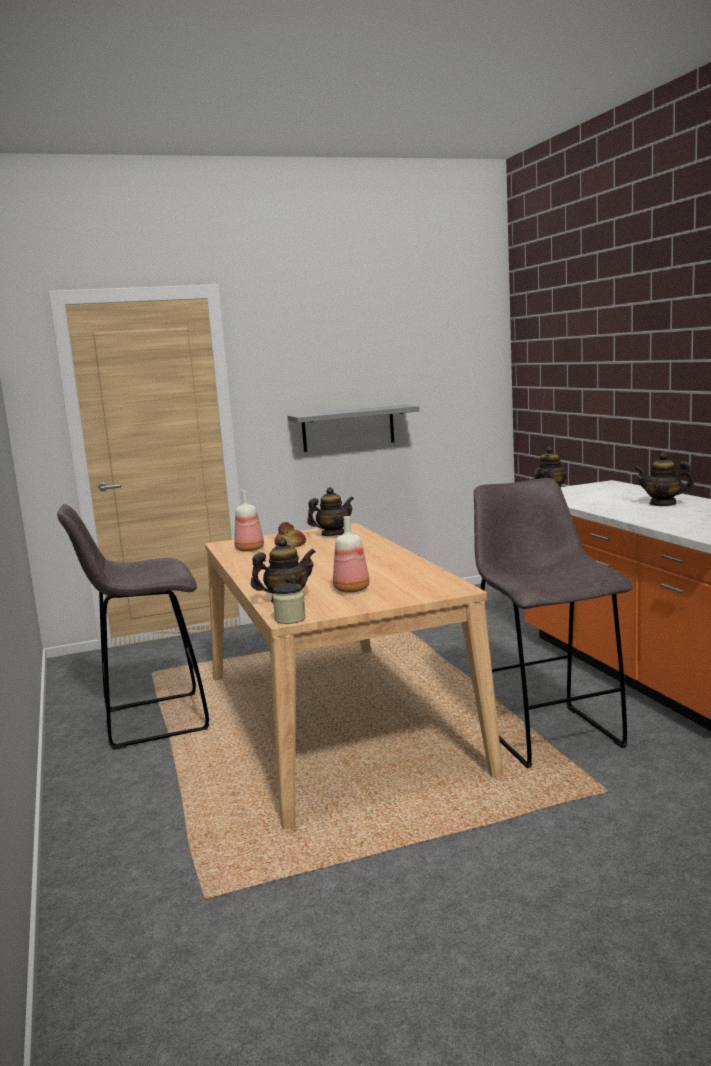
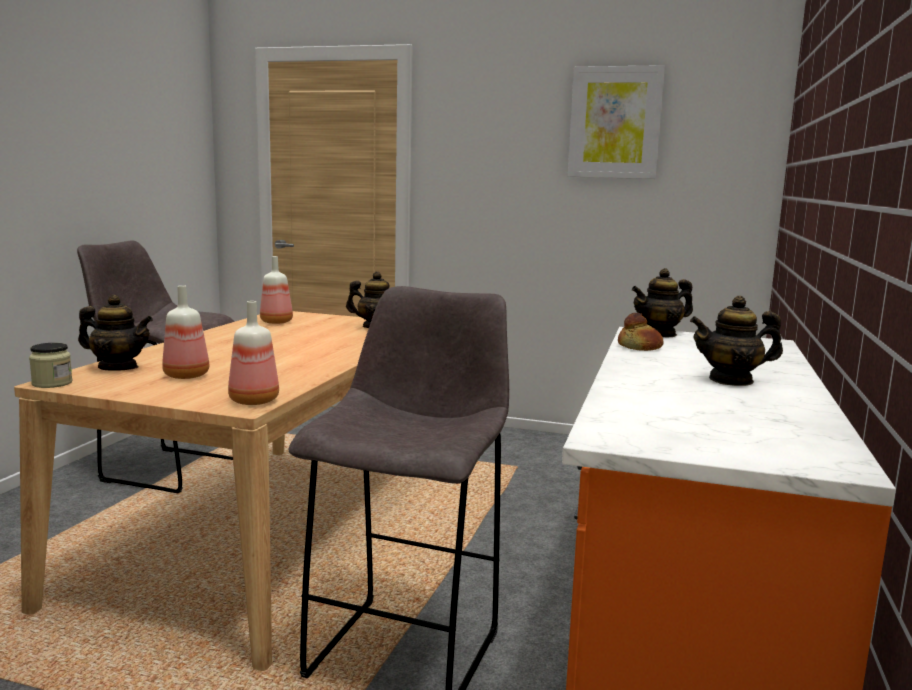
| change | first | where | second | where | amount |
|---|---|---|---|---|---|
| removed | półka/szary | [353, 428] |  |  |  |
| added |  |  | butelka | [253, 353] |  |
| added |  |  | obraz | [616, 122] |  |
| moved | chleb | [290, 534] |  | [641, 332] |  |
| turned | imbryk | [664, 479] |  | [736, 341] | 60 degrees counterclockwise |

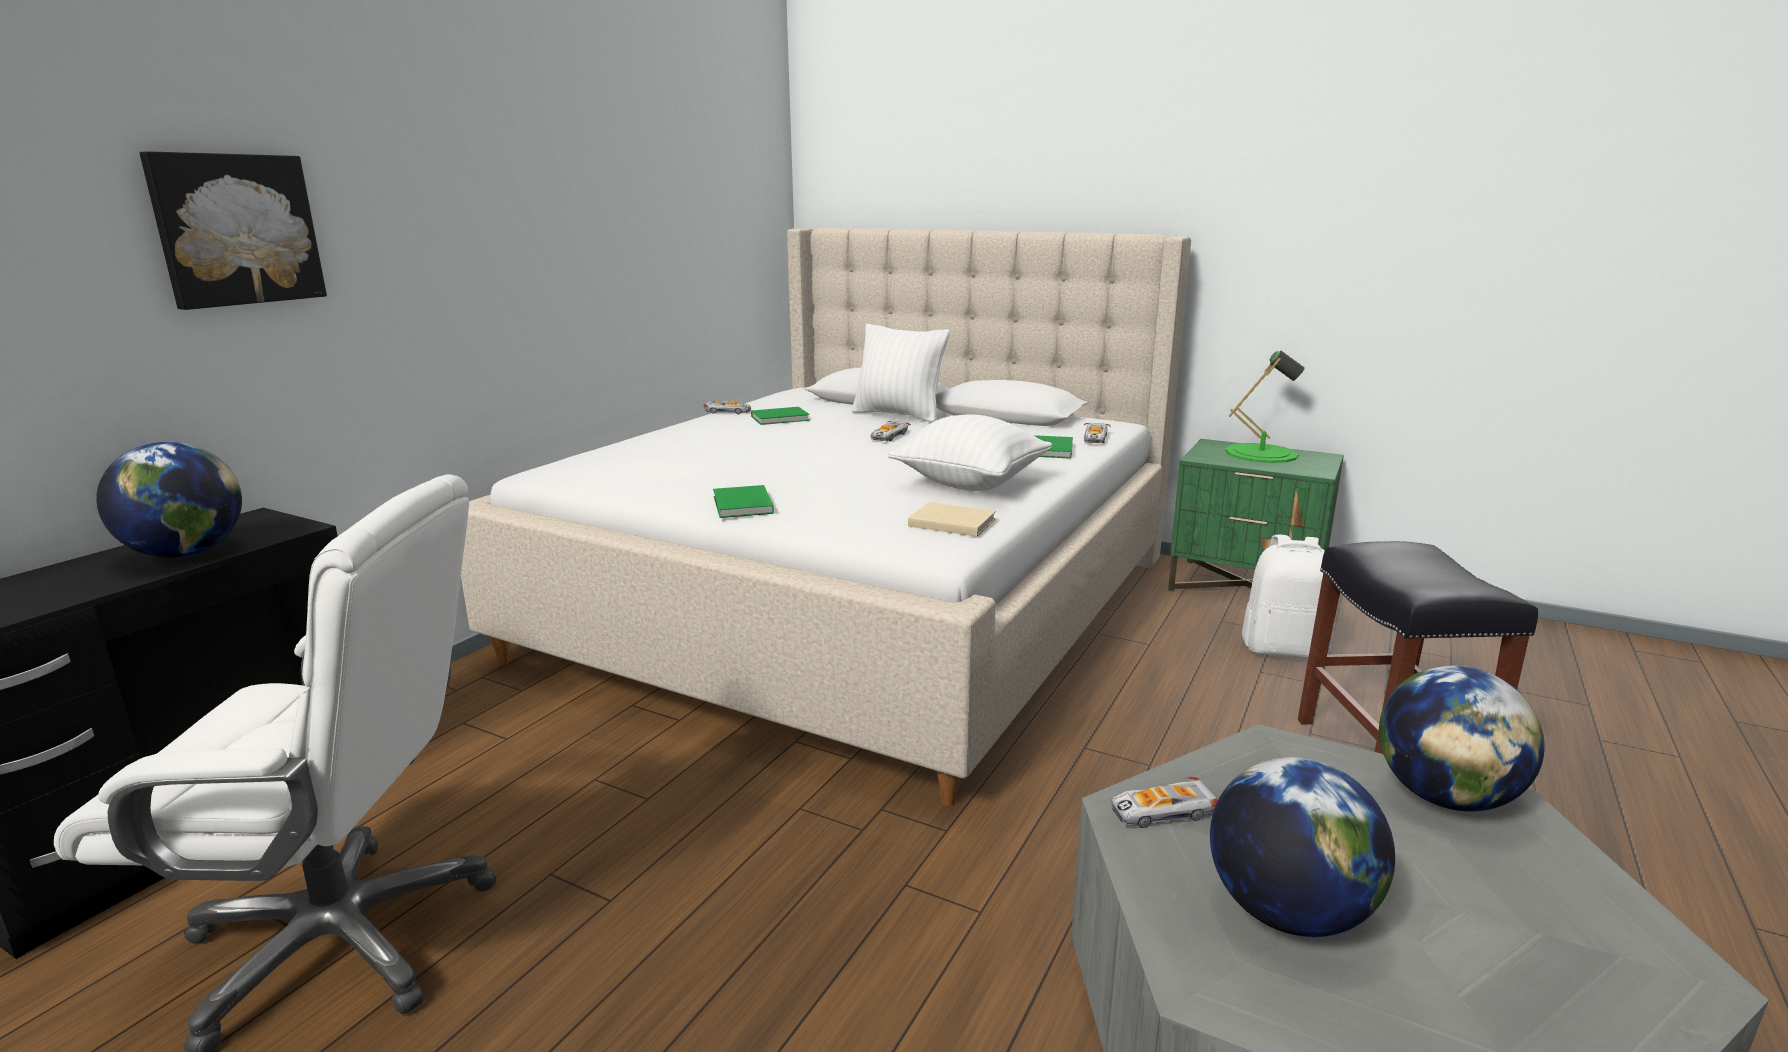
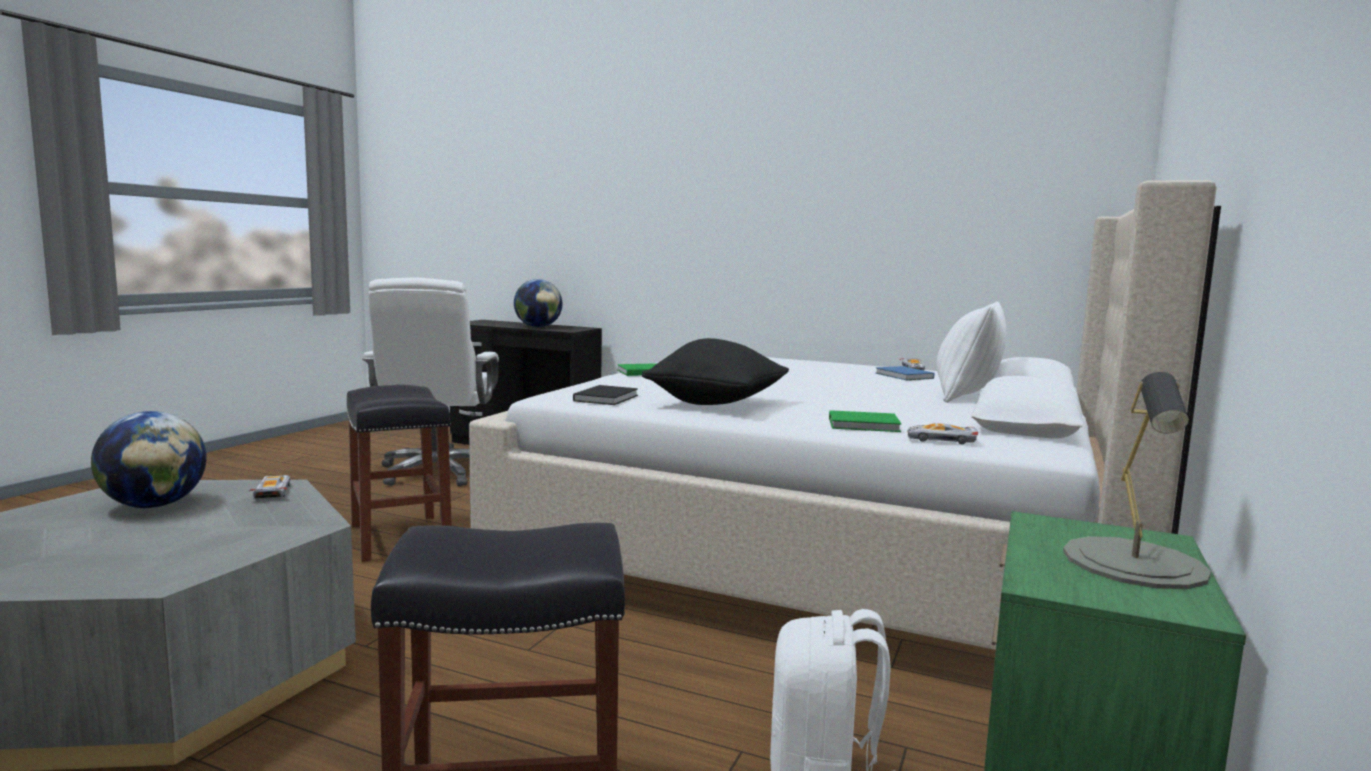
| change | first | where | second | where | amount |
|---|---|---|---|---|---|
| removed | obraz | [233, 230] |  |  |  |
| removed | samochodzik | [891, 431] |  |  |  |
| removed | globus | [1462, 738] |  |  |  |
| added |  |  | stołek/czarny | [399, 473] |  |
| recoloured | książka/zielony | [780, 416] | książka/niebieski | [904, 373] |  |
| recoloured | poduszka/biały | [970, 453] | poduszka/czarny | [715, 371] |  |
| recoloured | książka/beżowy | [952, 519] | książka/czarny | [605, 395] |  |
| recoloured | lampa stołowa/zielony | [1265, 407] | lampa stołowa/szary | [1137, 480] |  |

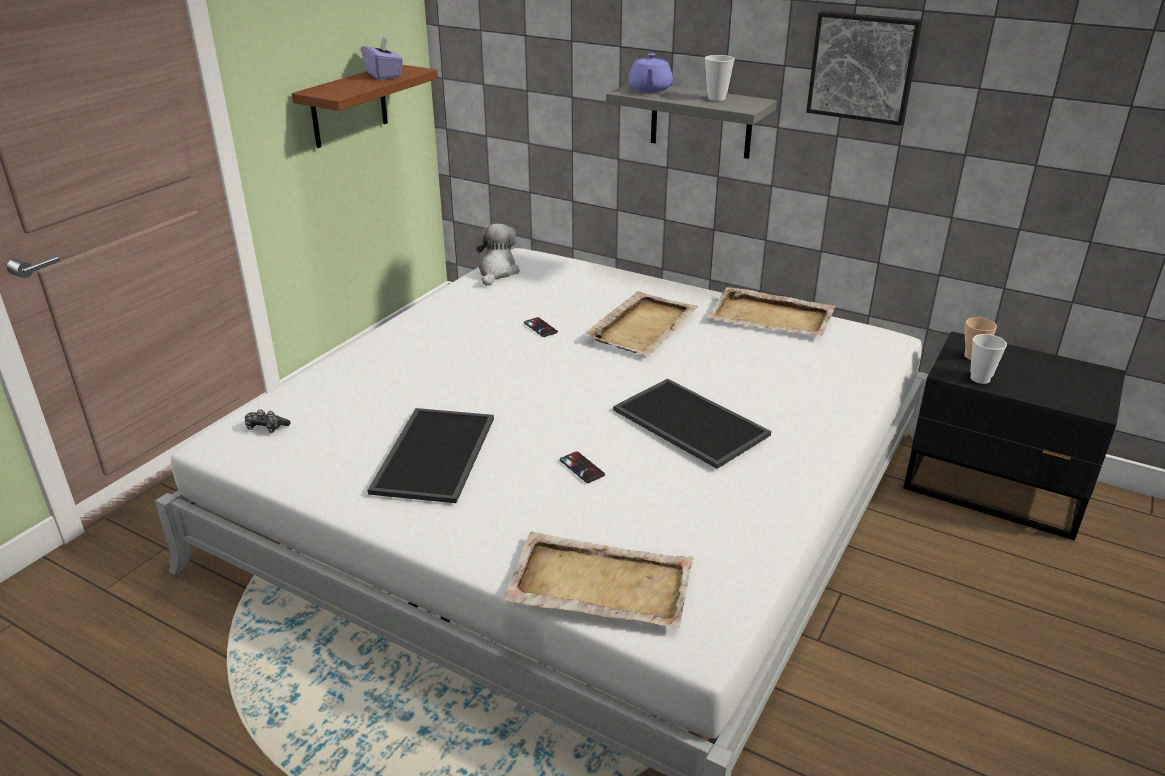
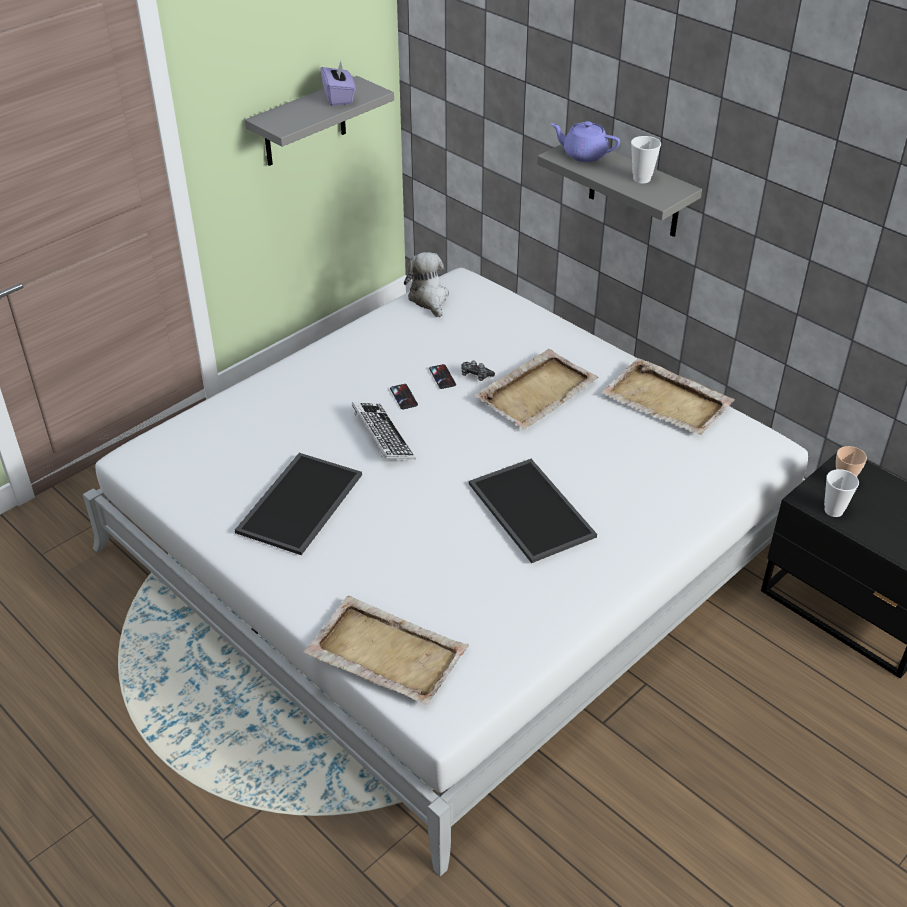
| change | first | where | second | where | amount |
|---|---|---|---|---|---|
| removed | obraz | [864, 68] |  |  |  |
| added |  |  | klawiatura | [383, 430] |  |
| moved | pad do gier | [268, 421] |  | [478, 371] |  |
| moved | telefon | [582, 467] |  | [404, 396] |  |
| recoloured | półka/brązowy | [365, 106] | półka/szary | [319, 121] |  |
| turned | pluszak | [498, 255] |  | [426, 285] | 45 degrees counterclockwise |
| turned | imbryk/fioletowy | [650, 73] |  | [585, 141] | 90 degrees clockwise |

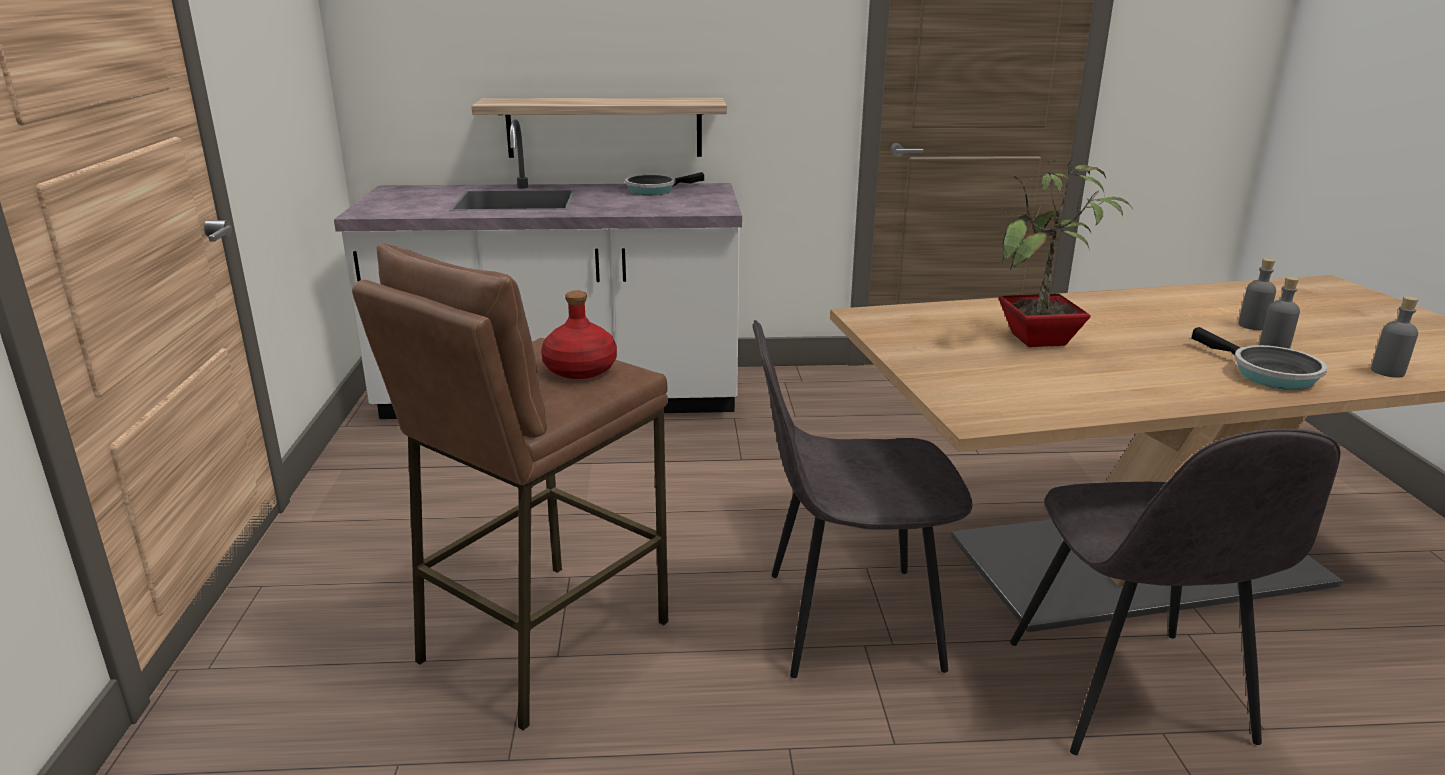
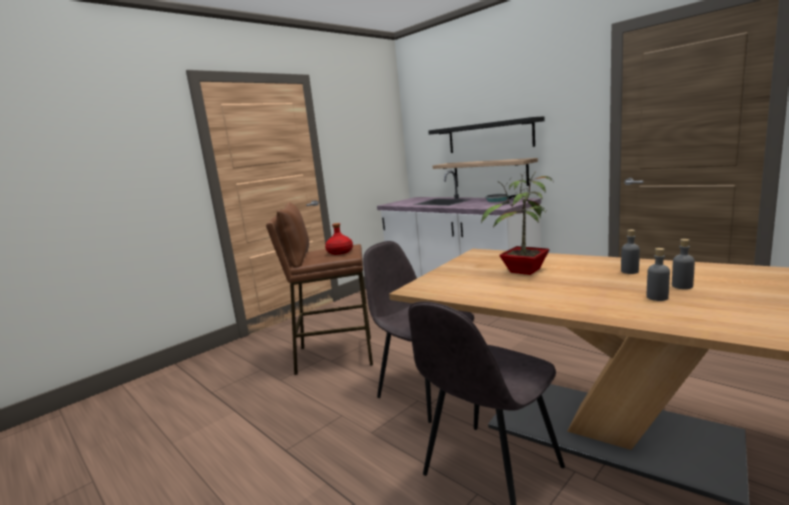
| change | first | where | second | where | amount |
|---|---|---|---|---|---|
| removed | patelnia | [1259, 358] |  |  |  |
| added |  |  | półka/czarny | [486, 134] |  |
| moved | butelka/szary | [1394, 337] |  | [630, 252] |  |

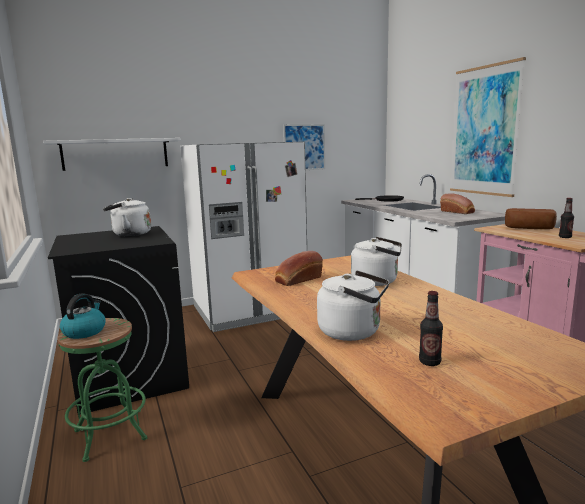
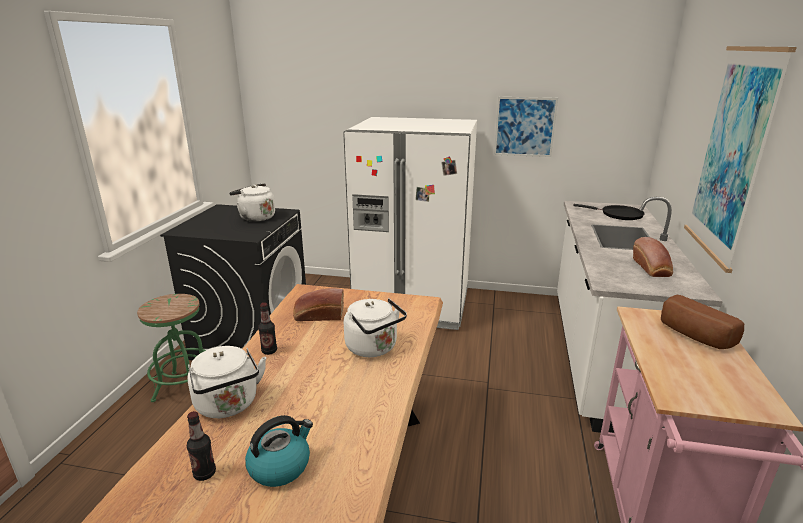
| change | first | where | second | where | amount |
|---|---|---|---|---|---|
| removed | półka/biały | [112, 154] |  |  |  |
| moved | czajnik | [82, 316] |  | [279, 451] |  |
| moved | butelka | [566, 218] |  | [267, 329] |  |

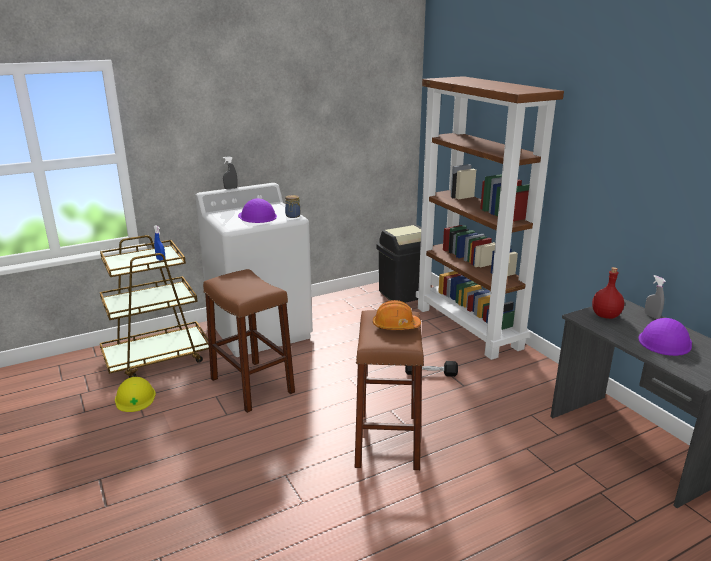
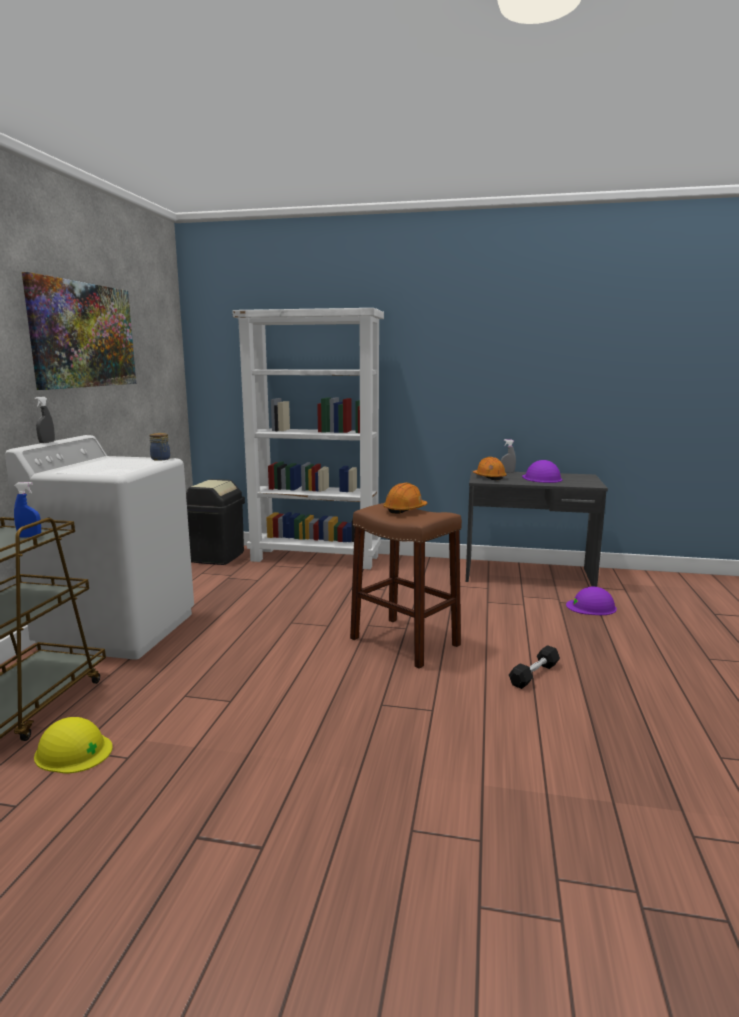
| change | first | where | second | where | amount |
|---|---|---|---|---|---|
| removed | stołek/brązowy | [249, 341] |  |  |  |
| added |  |  | obraz | [79, 331] |  |
| moved | kask/fioletowy | [257, 210] |  | [591, 600] |  |
| moved | hantel/czarny | [431, 369] |  | [534, 667] |  |
| replaced | butelka/czerwony | [608, 293] | kask/pomarańczowy | [490, 468] |  |
| recoloured | regał/brązowy | [490, 218] | regał/biały | [308, 438] |  |

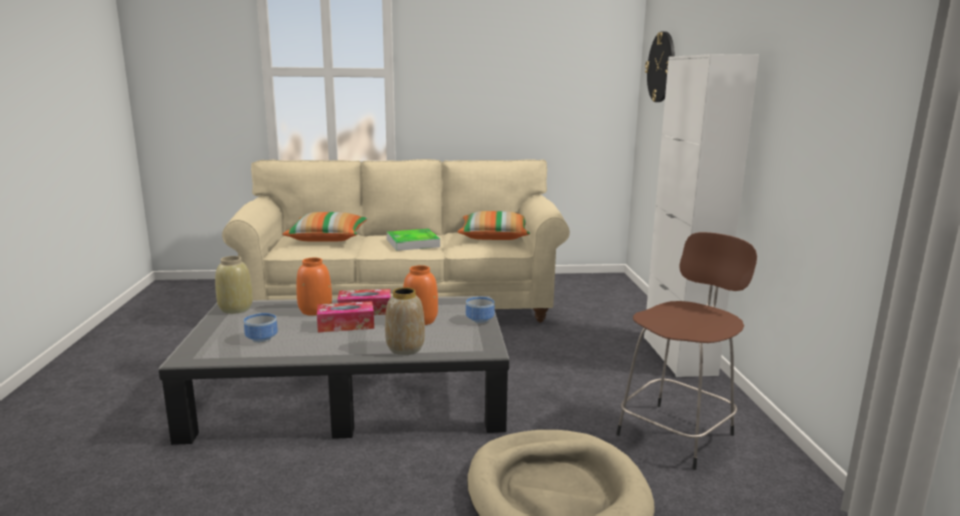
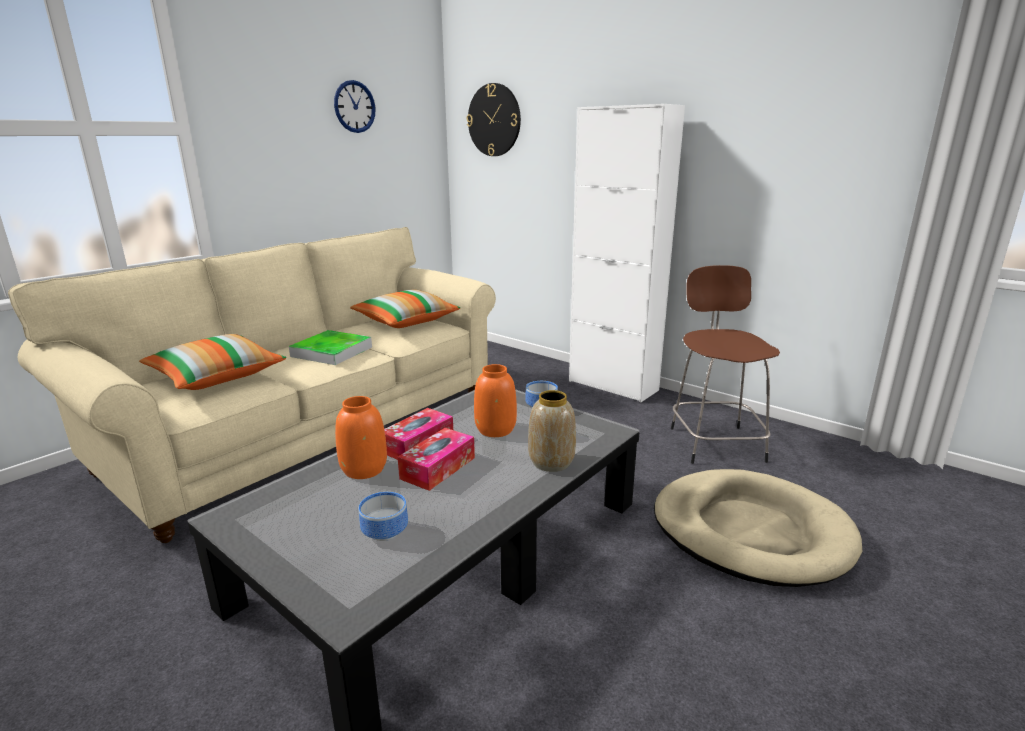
| change | first | where | second | where | amount |
|---|---|---|---|---|---|
| removed | wazon/beżowy | [234, 285] |  |  |  |
| added |  |  | zegar ścienny | [354, 106] |  |

